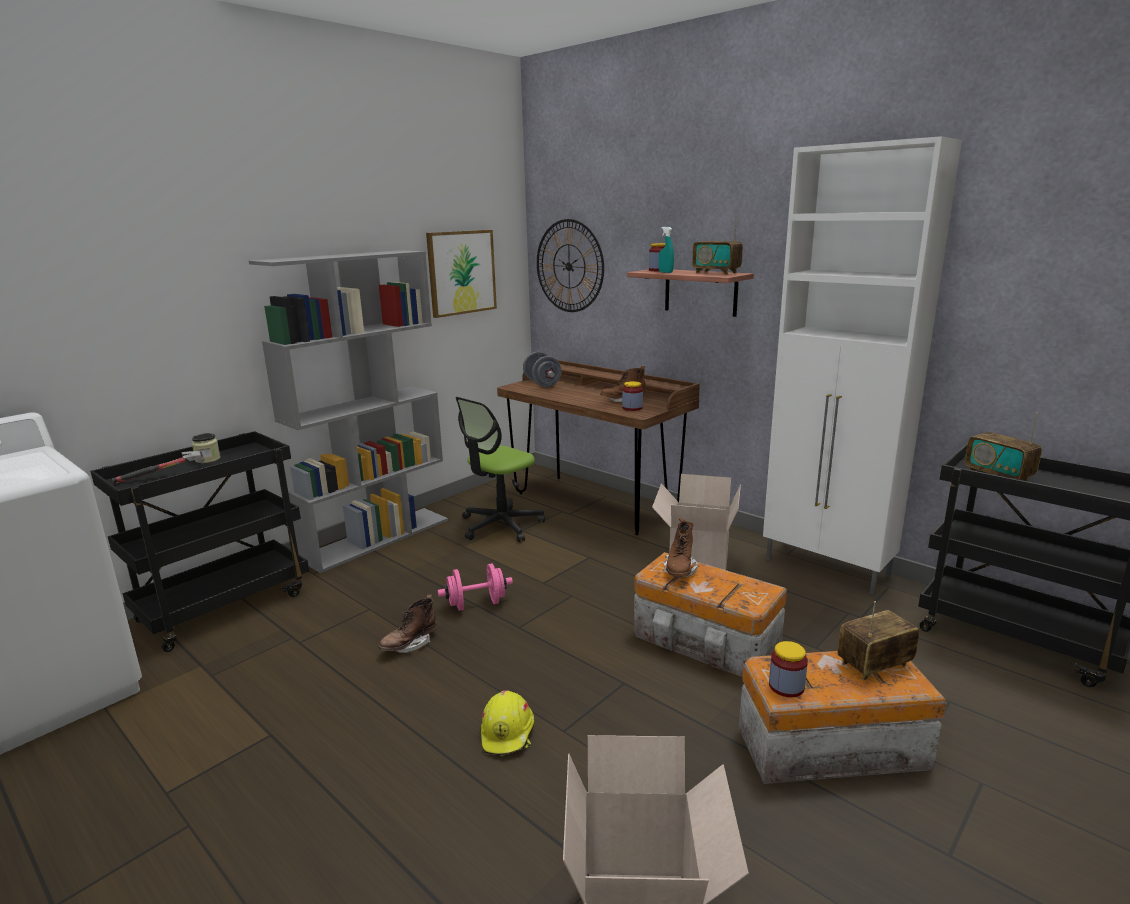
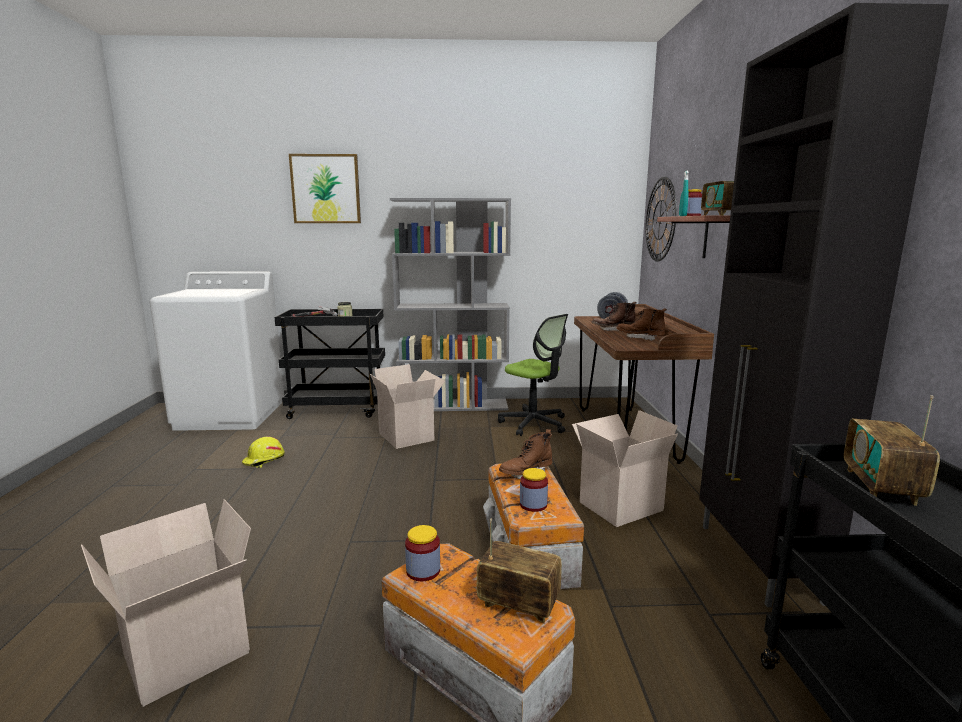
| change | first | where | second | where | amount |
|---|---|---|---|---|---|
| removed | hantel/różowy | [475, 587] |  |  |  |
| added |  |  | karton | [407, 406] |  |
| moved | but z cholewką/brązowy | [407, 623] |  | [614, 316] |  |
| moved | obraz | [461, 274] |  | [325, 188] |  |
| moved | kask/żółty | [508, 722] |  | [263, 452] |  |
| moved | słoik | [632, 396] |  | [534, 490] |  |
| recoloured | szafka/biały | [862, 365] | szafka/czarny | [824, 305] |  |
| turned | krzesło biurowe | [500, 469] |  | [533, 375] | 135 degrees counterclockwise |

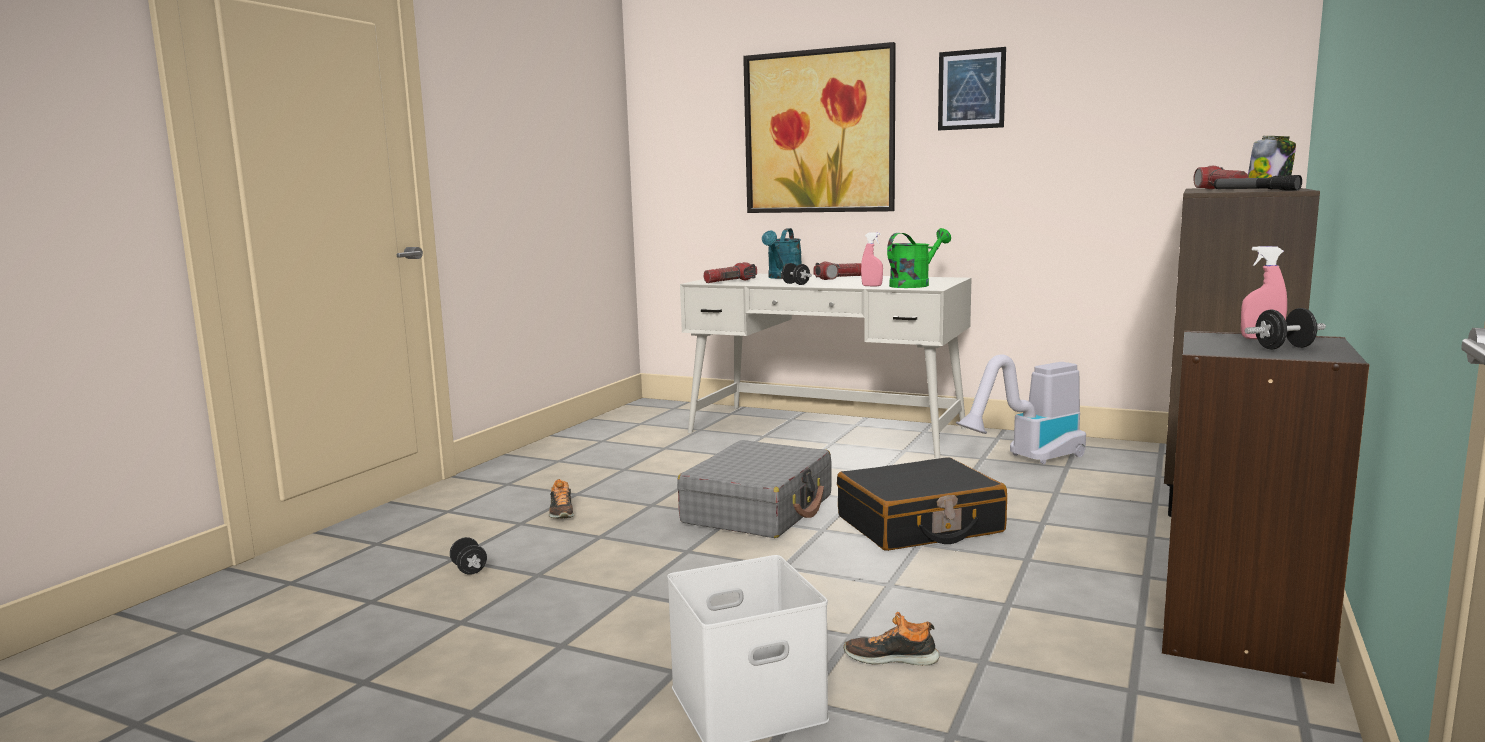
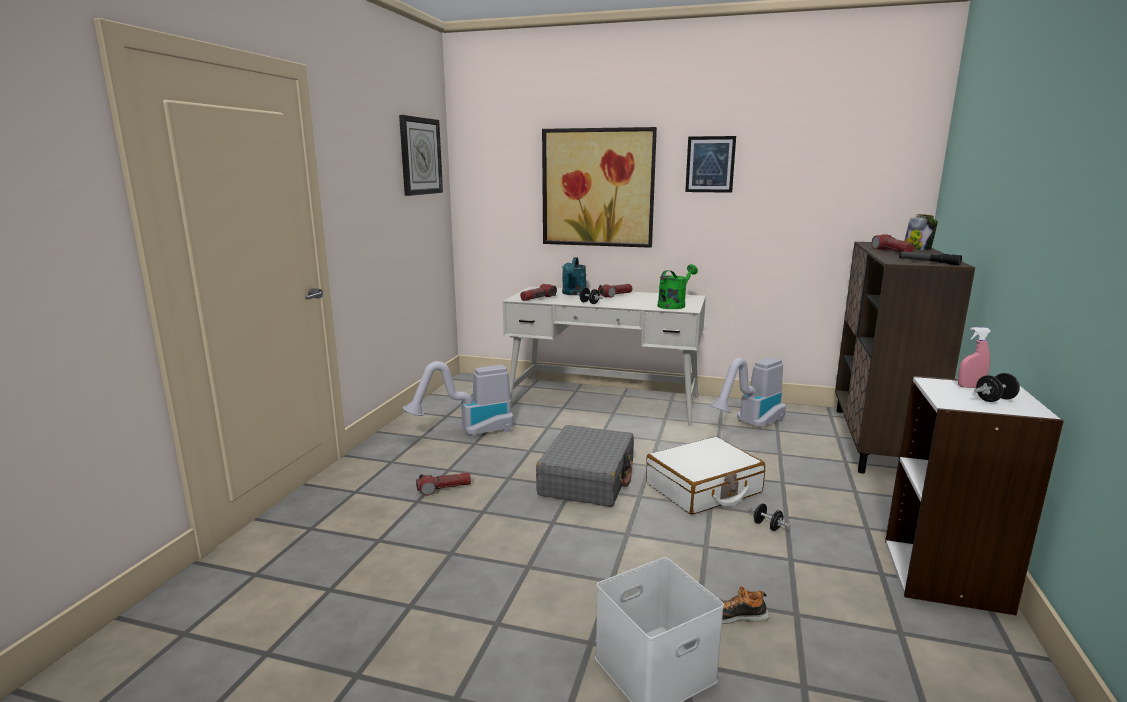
| change | first | where | second | where | amount |
|---|---|---|---|---|---|
| removed | spryskiwacz/różowy | [872, 259] |  |  |  |
| added |  |  | zegar ścienny | [421, 155] |  |
| added |  |  | odkurzacz | [458, 399] |  |
| moved | hantel/czarny | [468, 556] |  | [769, 517] |  |
| replaced | but | [561, 499] | latarka | [443, 484] |  |
| recoloured | walizka/czarny | [922, 504] | walizka/biały | [705, 476] |  |
| recoloured | regał/czarny | [1265, 507] | regał/biały | [974, 495] |  |

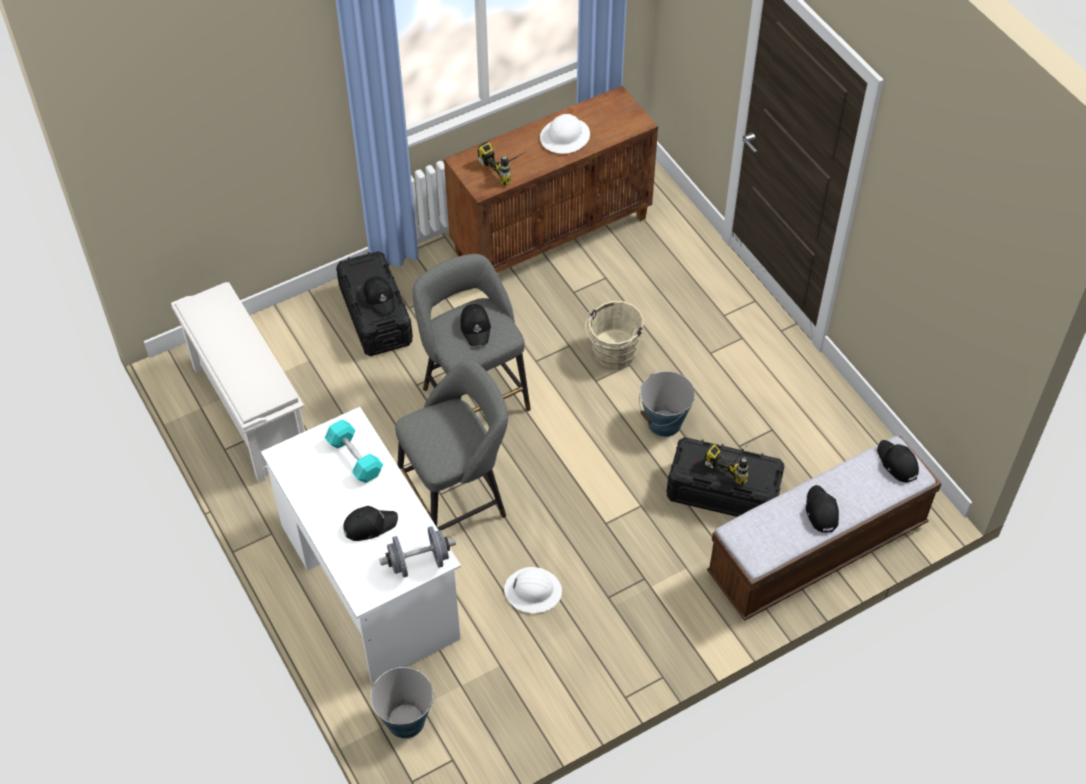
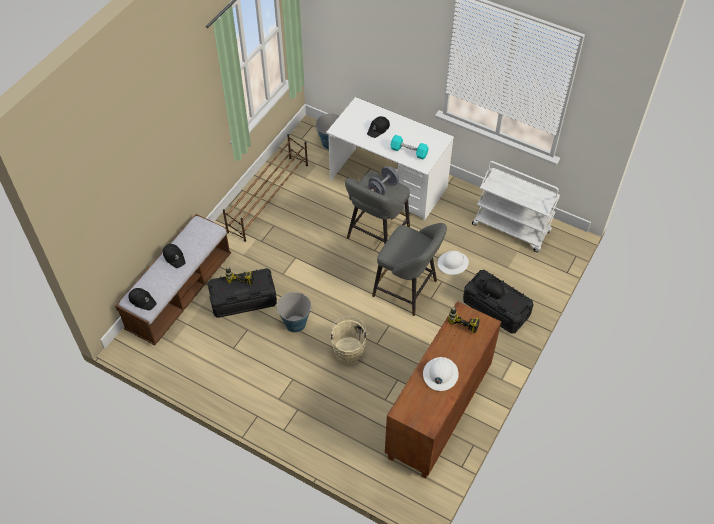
| change | first | where | second | where | amount |
|---|---|---|---|---|---|
| removed | czapka z daszkiem/czarny | [475, 325] |  |  |  |
| added |  |  | regał na buty/brązowy | [265, 188] |  |
| moved | hantel/szary | [417, 552] |  | [383, 180] |  |
| moved | kask/biały | [533, 590] |  | [453, 263] |  |
| replaced | regał na buty/biały | [238, 382] | wózek/biały | [516, 206] |  |

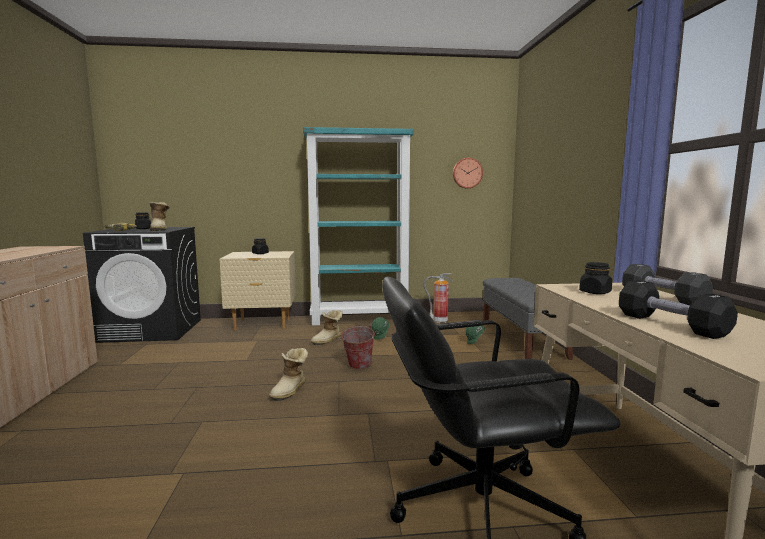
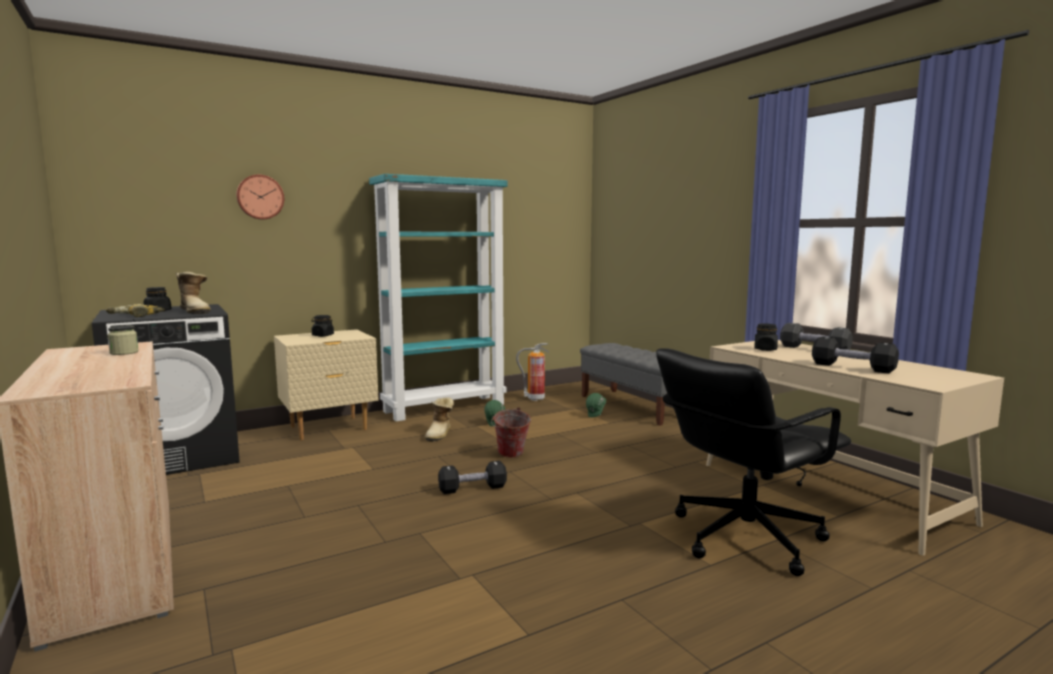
| change | first | where | second | where | amount |
|---|---|---|---|---|---|
| added |  |  | słoik | [123, 340] |  |
| moved | zegar ścienny | [468, 173] |  | [260, 197] |  |
| replaced | but z cholewką | [288, 374] | hantel/czarny | [472, 477] |  |

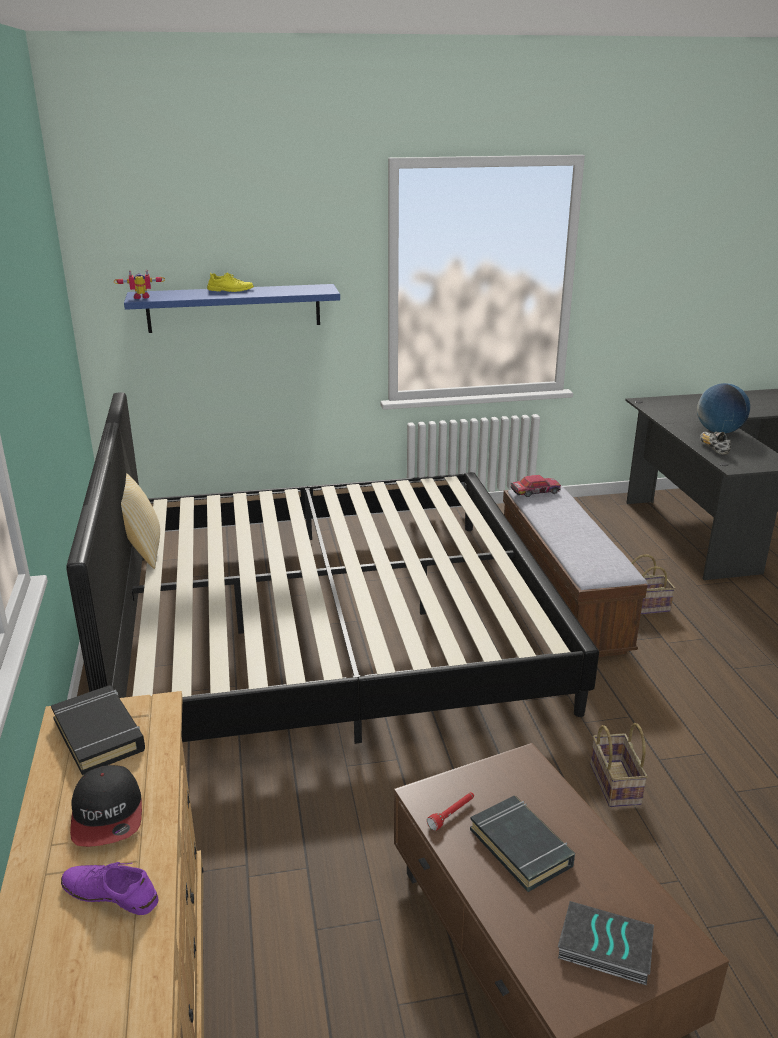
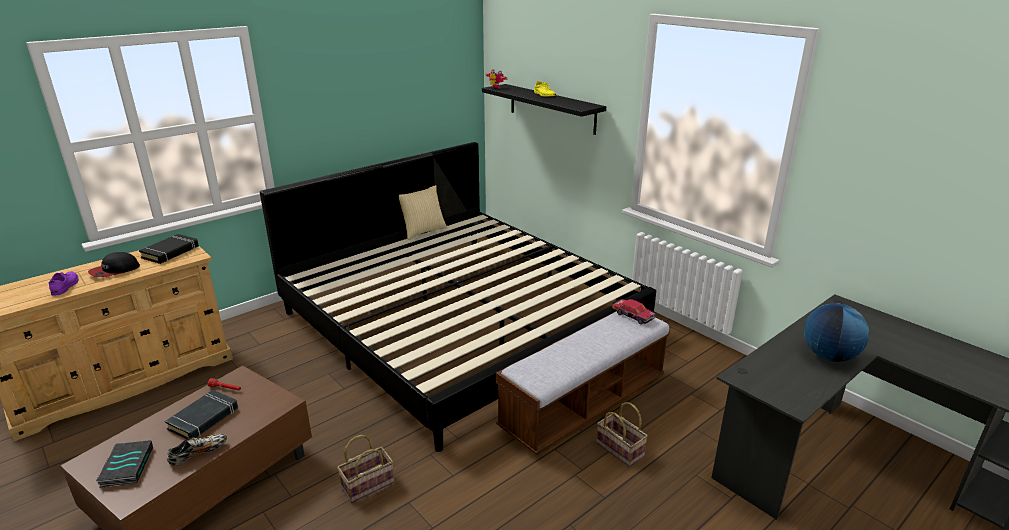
| change | first | where | second | where | amount |
|---|---|---|---|---|---|
| moved | but | [715, 443] |  | [197, 450] |  |
| recoloured | półka/niebieski | [232, 308] | półka/czarny | [544, 109] |  |

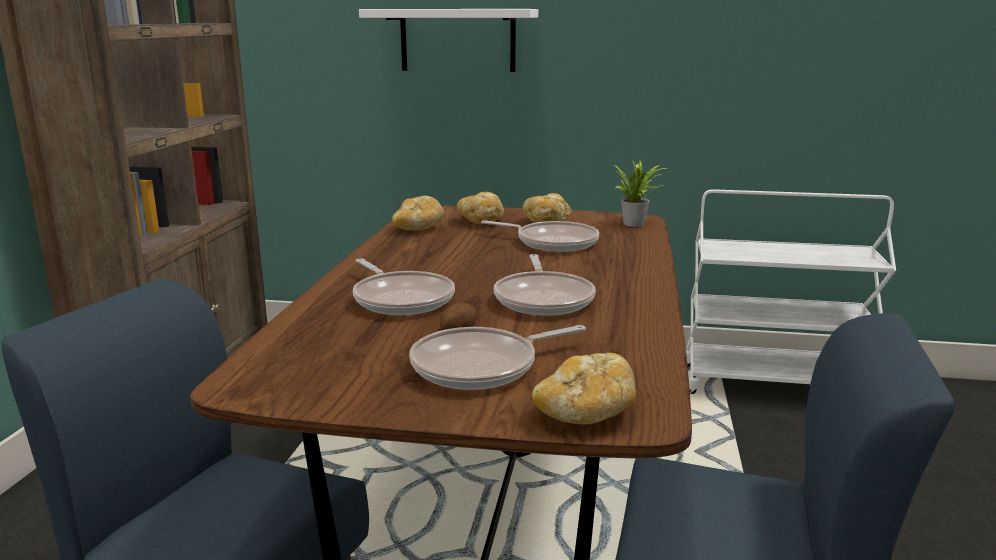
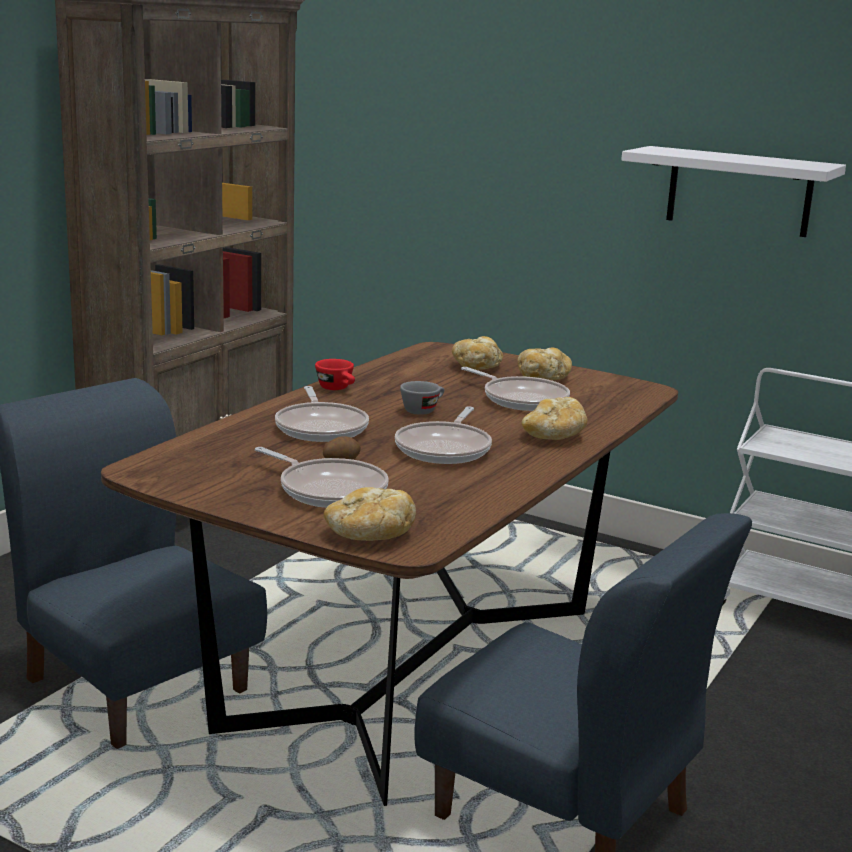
| change | first | where | second | where | amount |
|---|---|---|---|---|---|
| removed | roślina doniczkowa | [642, 193] |  |  |  |
| added |  |  | filiżanka/czerwony | [335, 374] |  |
| added |  |  | filiżanka/szary | [422, 398] |  |
| moved | półka/biały | [448, 40] |  | [733, 191] |  |
| moved | chleb | [418, 212] |  | [555, 418] |  |
| turned | patelnia | [497, 357] |  | [322, 477] | 135 degrees counterclockwise |

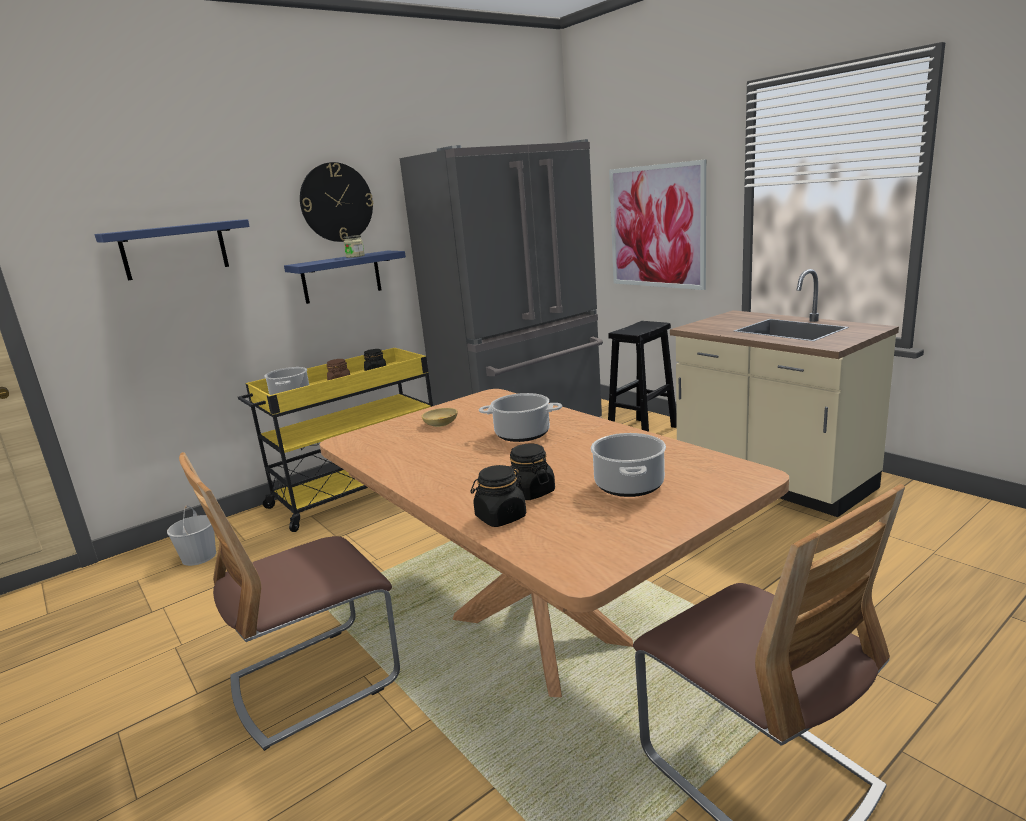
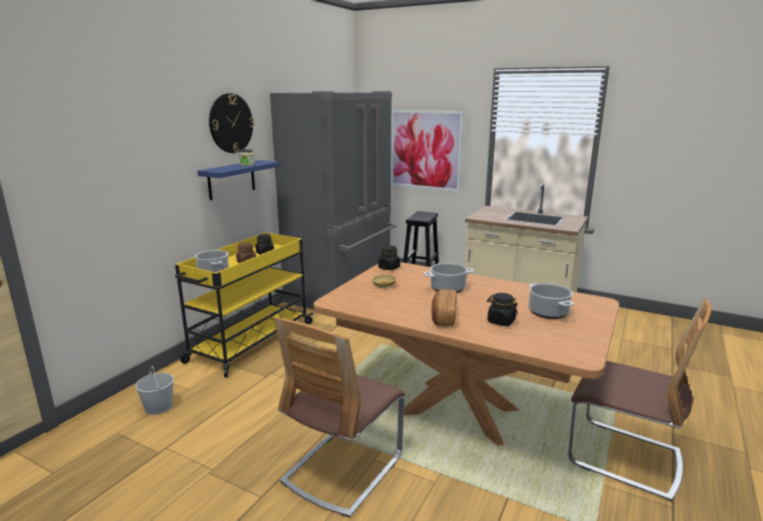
| change | first | where | second | where | amount |
|---|---|---|---|---|---|
| removed | półka/niebieski | [172, 249] |  |  |  |
| added |  |  | chleb | [444, 308] |  |
| moved | słoik/czarny | [498, 496] |  | [389, 258] |  |

